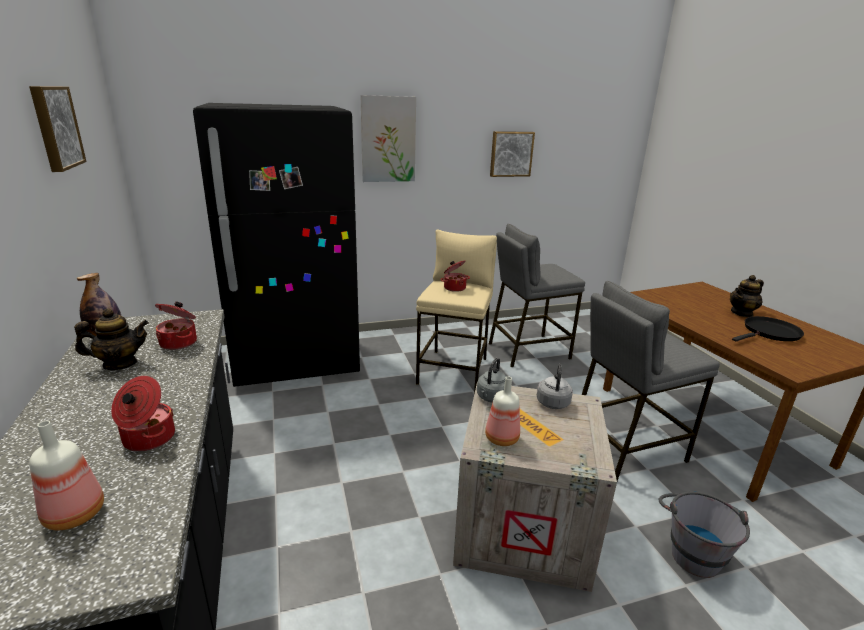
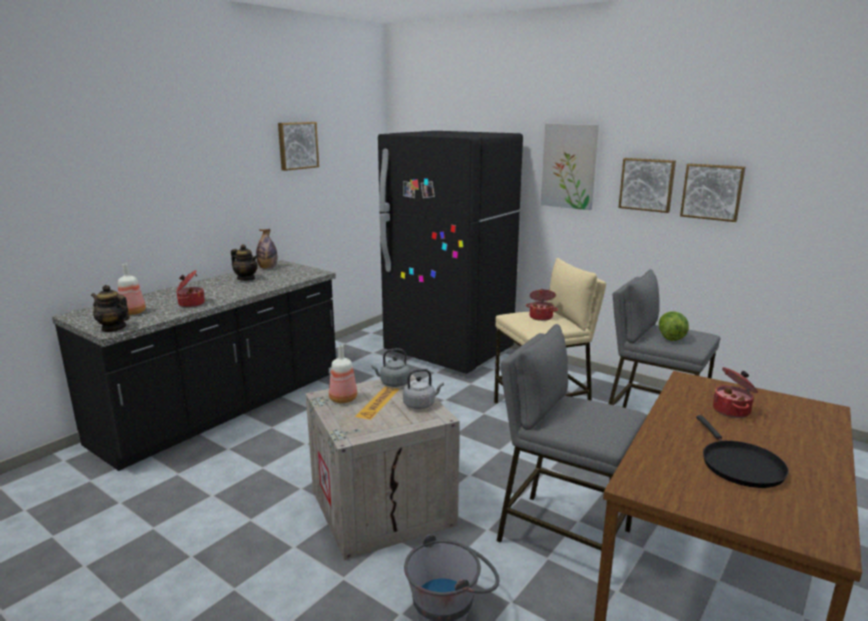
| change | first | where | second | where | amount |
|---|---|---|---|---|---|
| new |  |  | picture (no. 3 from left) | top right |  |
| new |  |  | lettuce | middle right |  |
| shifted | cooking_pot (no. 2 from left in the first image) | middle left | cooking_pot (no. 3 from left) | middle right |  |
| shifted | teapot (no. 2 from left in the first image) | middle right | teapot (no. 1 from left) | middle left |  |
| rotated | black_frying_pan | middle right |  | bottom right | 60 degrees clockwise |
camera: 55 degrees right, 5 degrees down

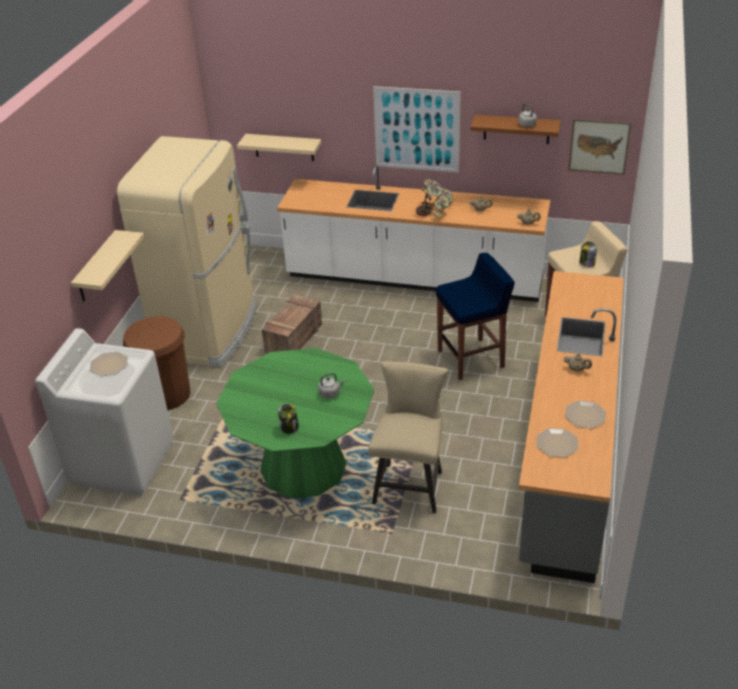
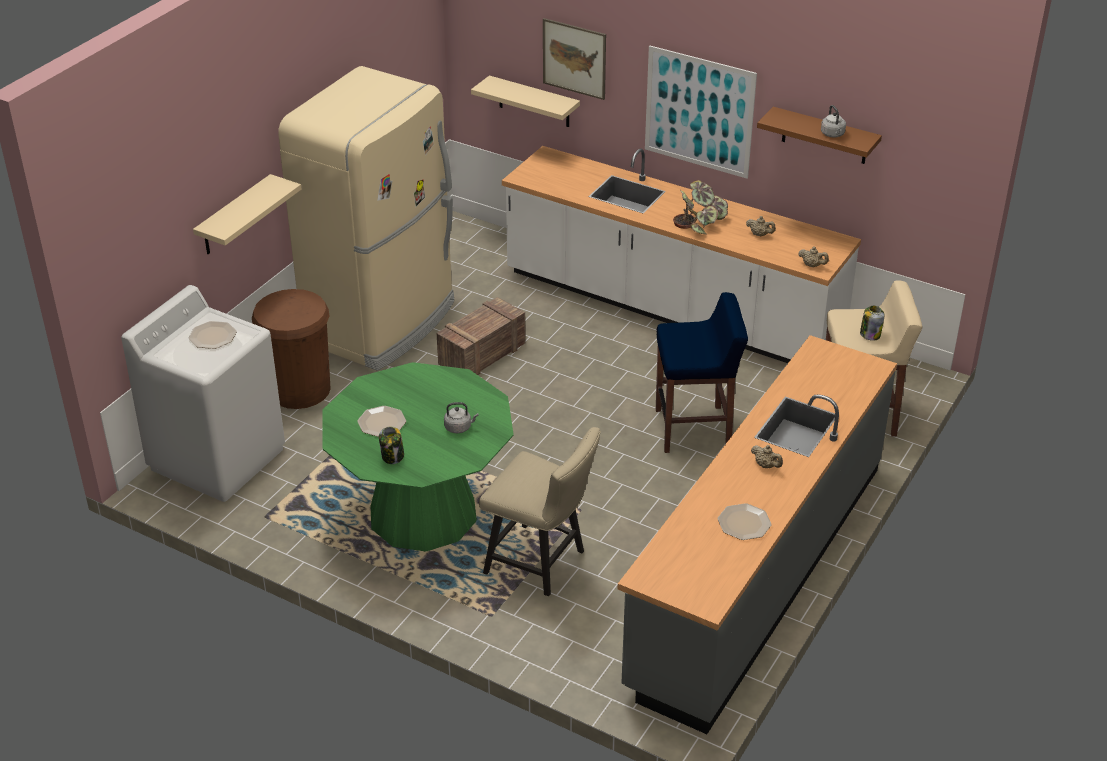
| change | first | where | second | where | amount |
|---|---|---|---|---|---|
| shifted | plate (no. 2 from left) | middle right |  | centre |  |
| shifted | picture (no. 2 from left in the first image) | top right | picture (no. 1 from left) | top centre |  |
| rotated | beige_chair | centre |  | bottom centre | 90 degrees clockwise |
camera: 15 degrees right, 0 degrees up

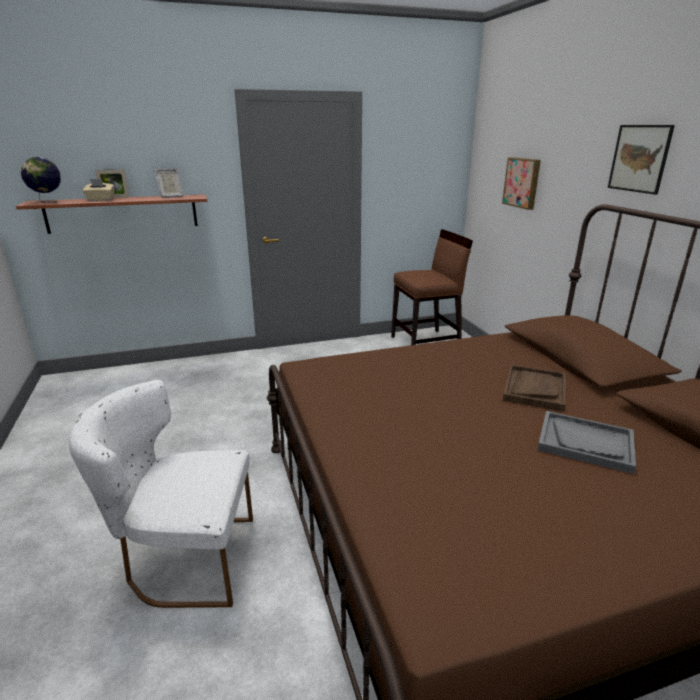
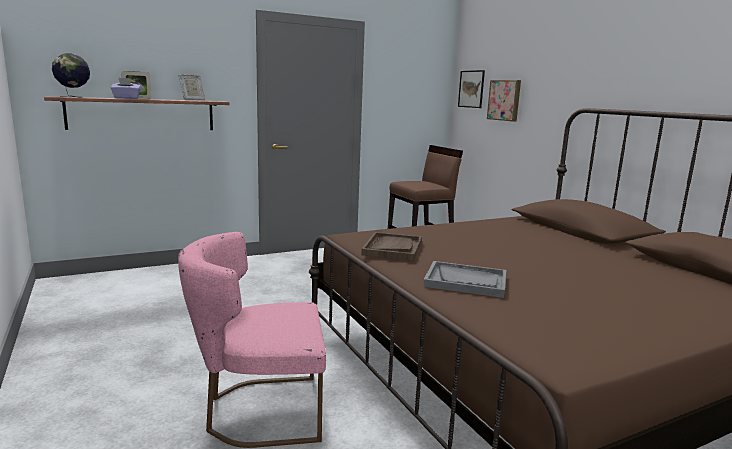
| change | first | where | second | where | amount |
|---|---|---|---|---|---|
| shifted | brown_tray | middle right |  | centre |  |
| shifted | grey_tray | middle right |  | centre |  |
| shifted | picture (no. 2 from left in the first image) | top right | picture (no. 1 from left) | top centre |  |
| repainted | white_chair | bottom left | pink_chair | bottom centre |  |
| repainted | beige_tissue_box | top left | purple_tissue_box | top left |  |
camera: 10 degrees left, 10 degrees down

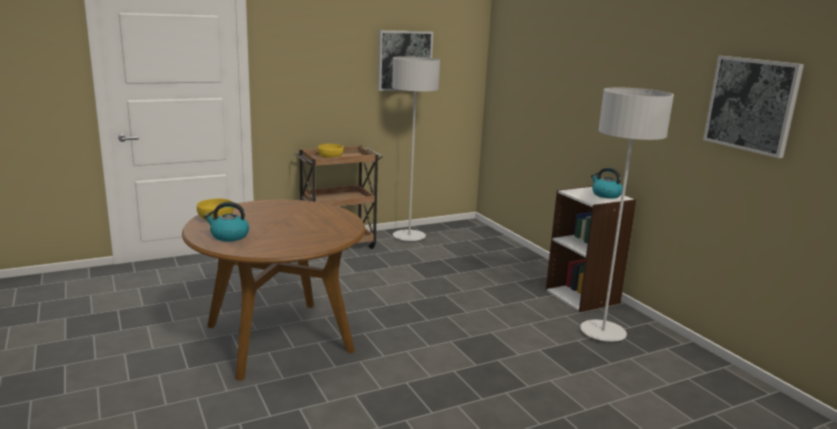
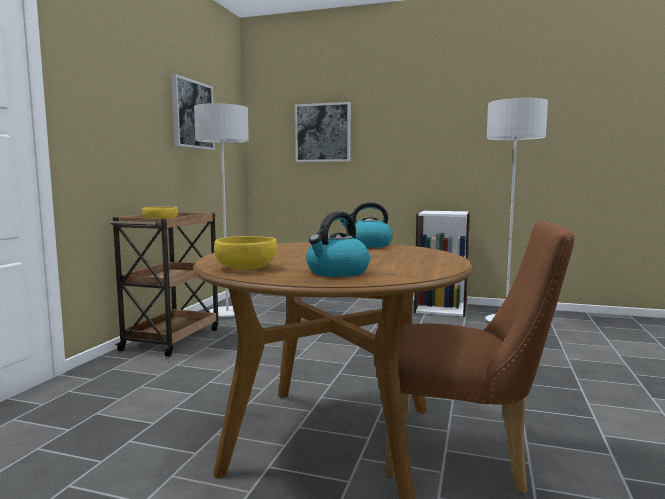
| change | first | where | second | where | amount |
|---|---|---|---|---|---|
| new |  |  | brown_chair | bottom right |  |
| shifted | kettle (no. 2 from left) | middle right |  | centre |  |
| shifted | picture (no. 2 from left) | top right |  | top centre |  |
camera: 45 degrees left, 10 degrees down

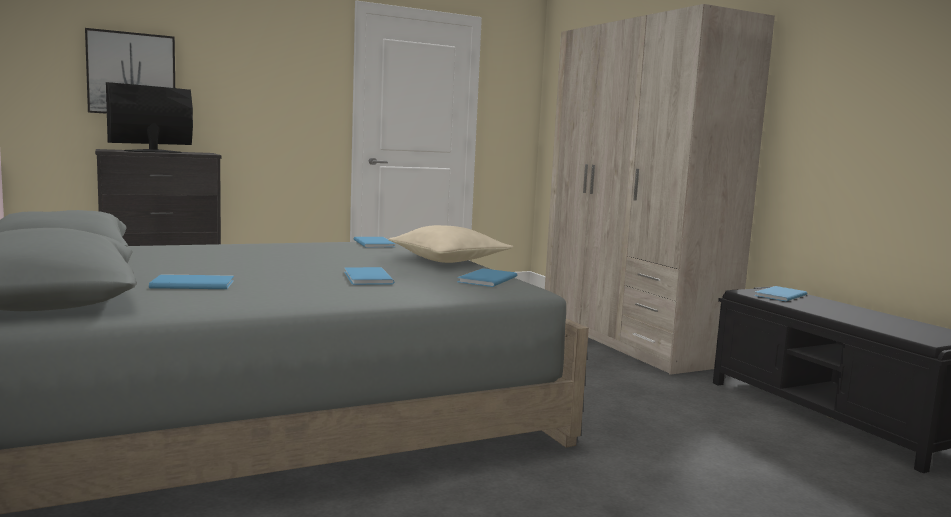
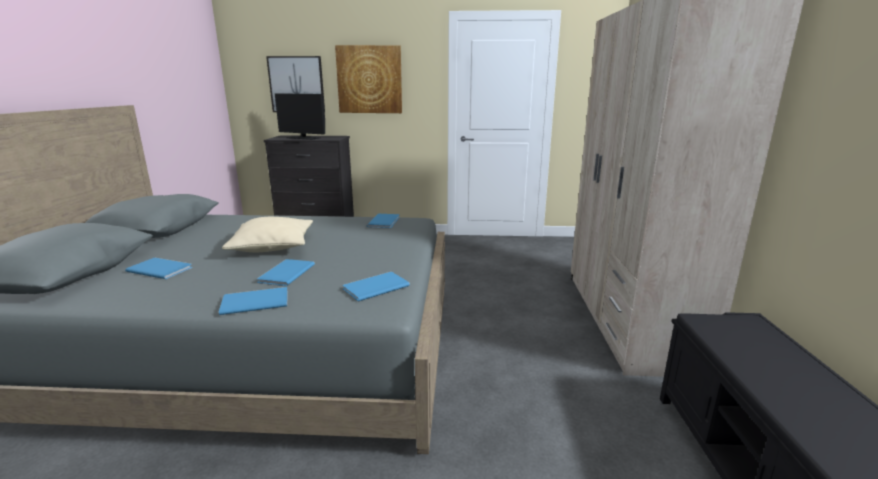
| change | first | where | second | where | amount |
|---|---|---|---|---|---|
| new |  |  | picture (no. 2 from left) | top centre |  |
| shifted | beige_pillow | centre |  | middle left |  |
| shifted | blue_book (no. 5 from left in the first image) | middle right | blue_book (no. 2 from left) | middle left |  |
| rotated | monitor | top left |  | top centre | 135 degrees counterclockwise |
camera: 30 degrees right, 10 degrees up

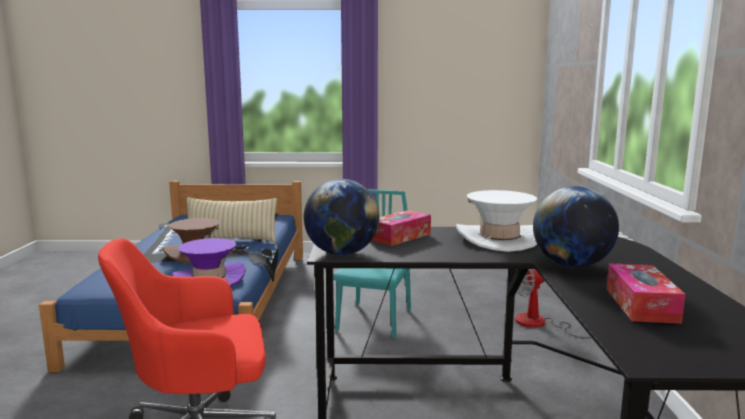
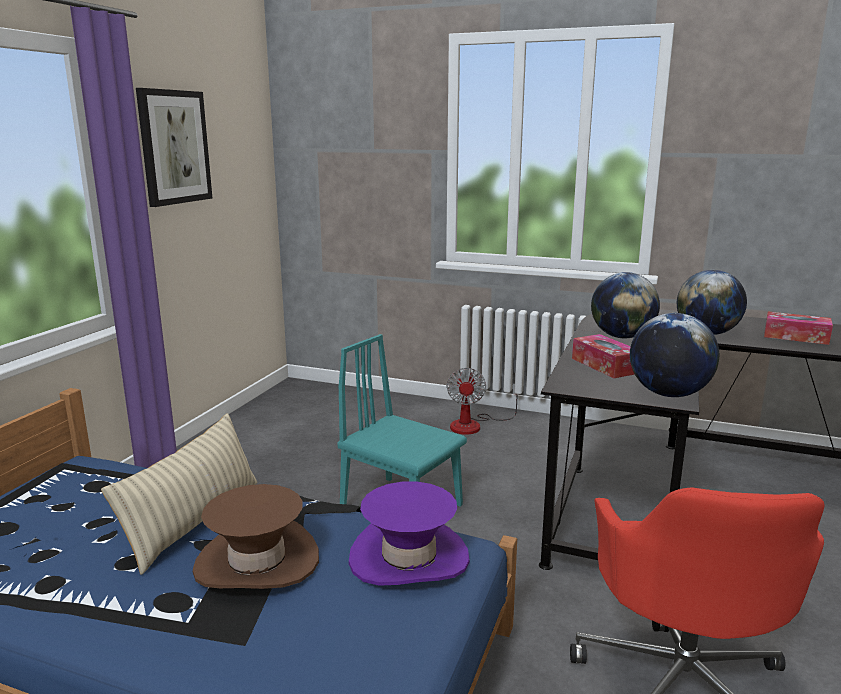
| change | first | where | second | where | amount |
|---|---|---|---|---|---|
| new |  |  | picture | top left |  |
| swapped | white_hat | centre | globe (no. 1 from left) | middle right |  |
camera: 70 degrees left, 5 degrees up

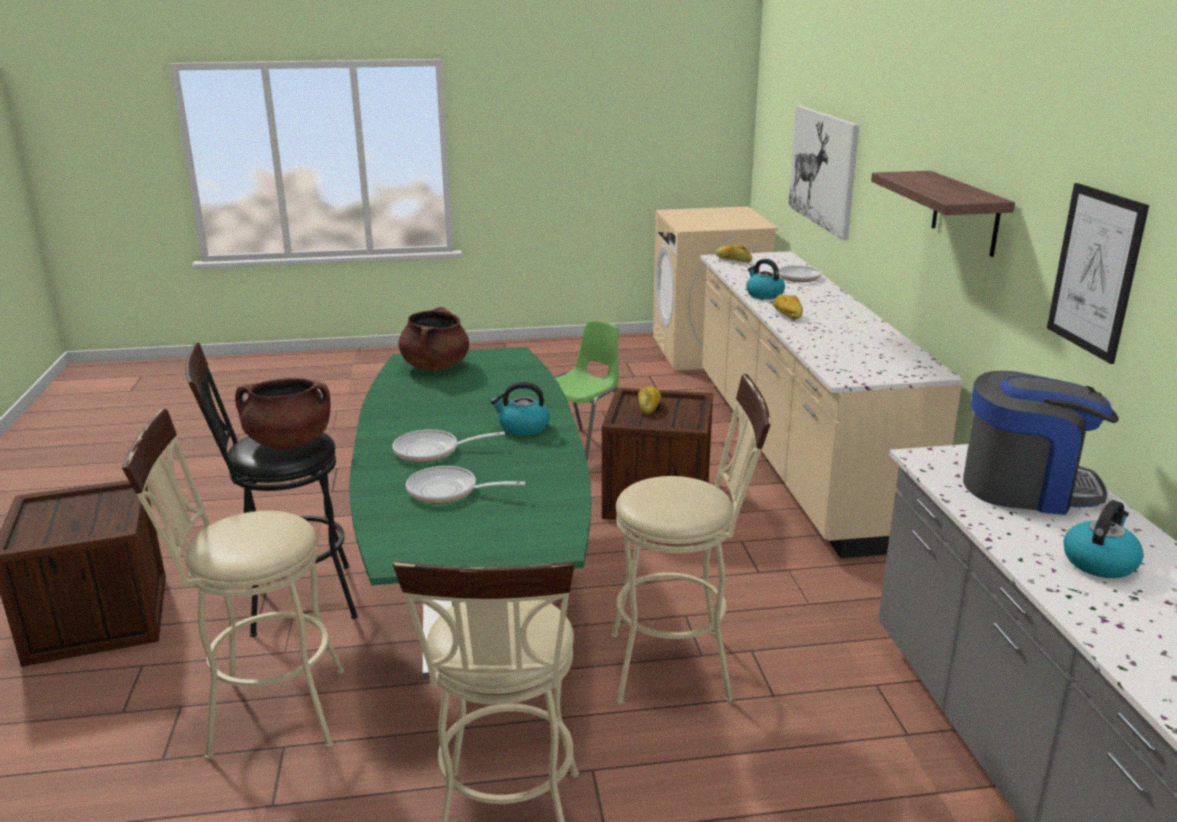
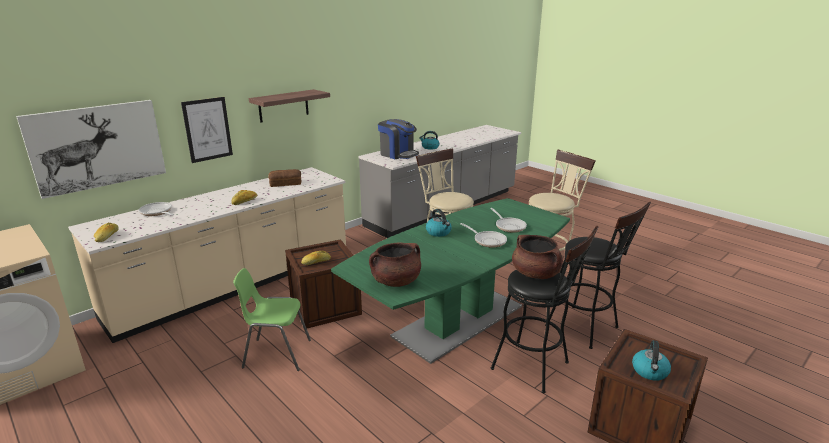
| change | first | where | second | where | amount |
|---|---|---|---|---|---|
| new |  |  | bread (no. 3 from left) | centre |  |
| shifted | kettle (no. 2 from left in the first image) | centre | kettle (no. 3 from left) | bottom right |  |
| shifted | picture (no. 2 from left) | top right |  | top left |  |
| repainted | beige_stool (no. 1 from left) | bottom left | black_stool (no. 2 from left) | middle right |  |
| rotated | coffee_machine | middle right |  | top centre | 150 degrees clockwise |
camera: 125 degrees left, 0 degrees up

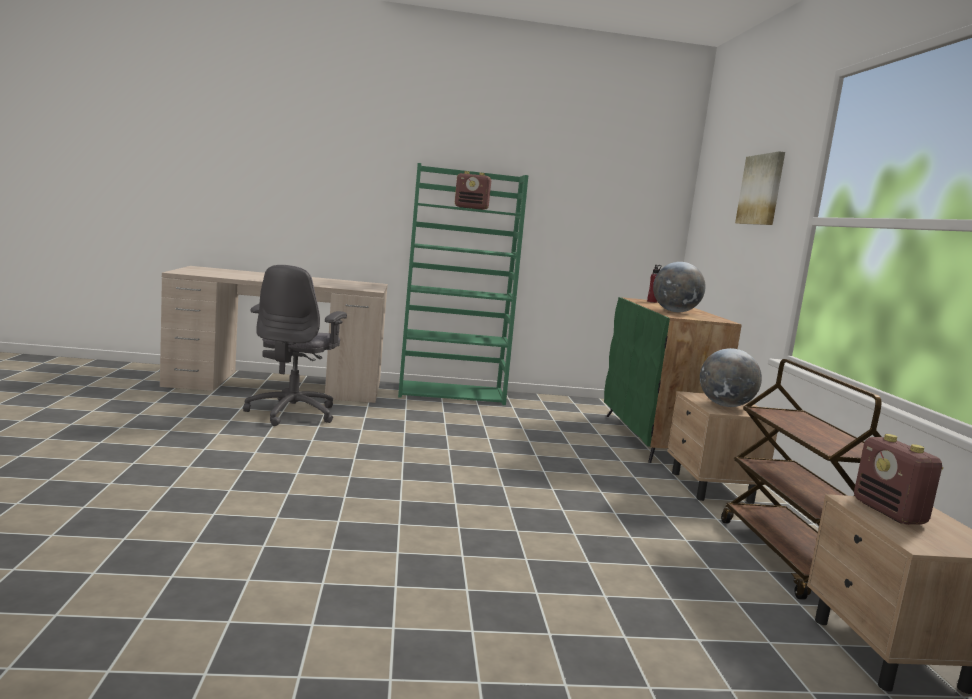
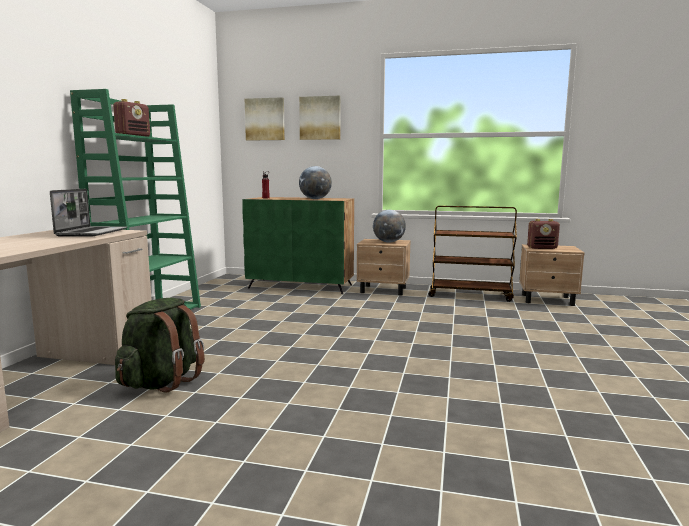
| change | first | where | second | where | amount |
|---|---|---|---|---|---|
| new |  |  | laptop | middle left |  |
| new |  |  | picture (no. 1 from left) | top centre |  |
| swapped | grey_office_chair | middle left | green_backpack | middle left |  |
camera: 70 degrees left, 0 degrees up

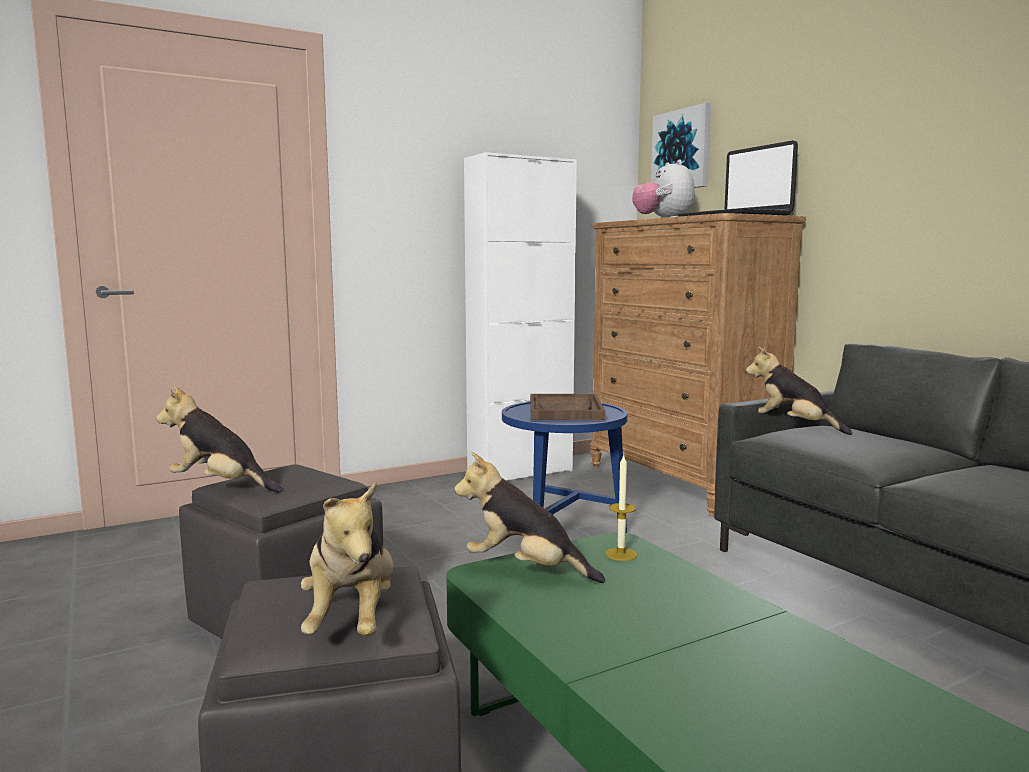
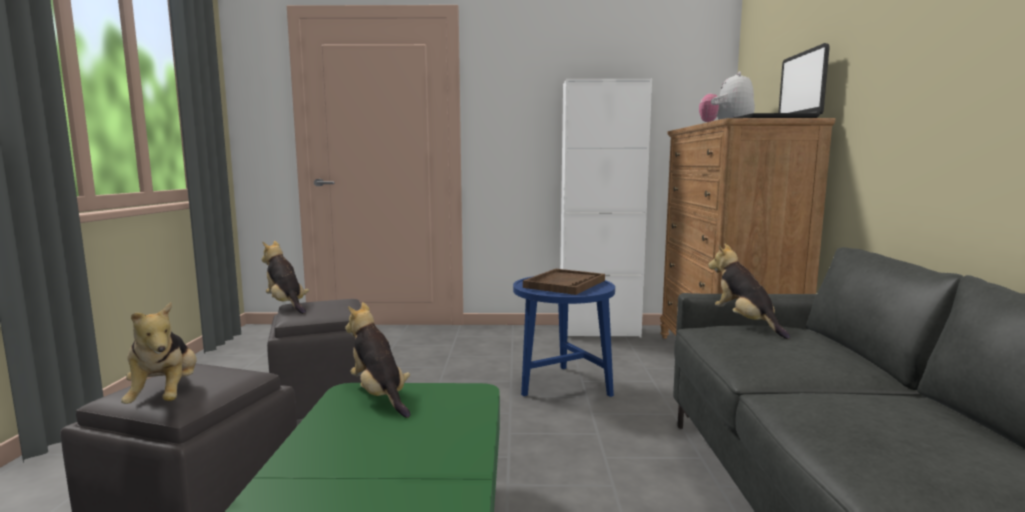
| change | first | where | second | where | amount |
|---|---|---|---|---|---|
| gone | candle | centre |  |  |  |
| gone | picture | top centre |  |  |  |
| rotated | plush_toy (no. 2 from left in the first image) | bottom centre | plush_toy (no. 1 from left) | bottom left | 45 degrees counterclockwise |
camera: 30 degrees right, 0 degrees up

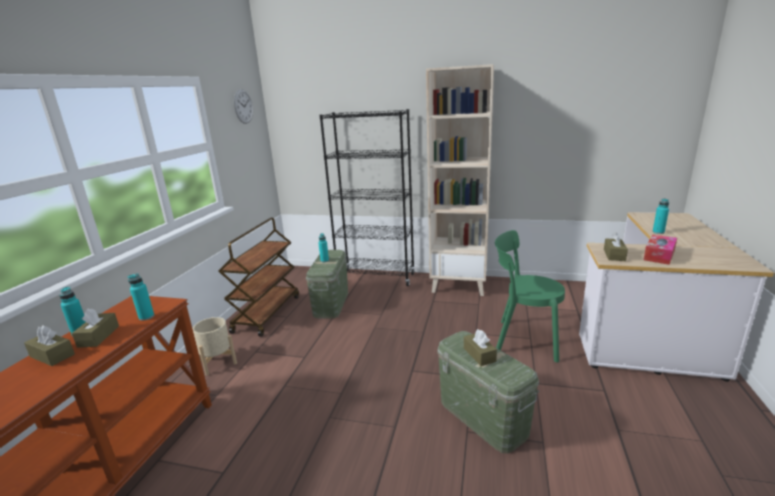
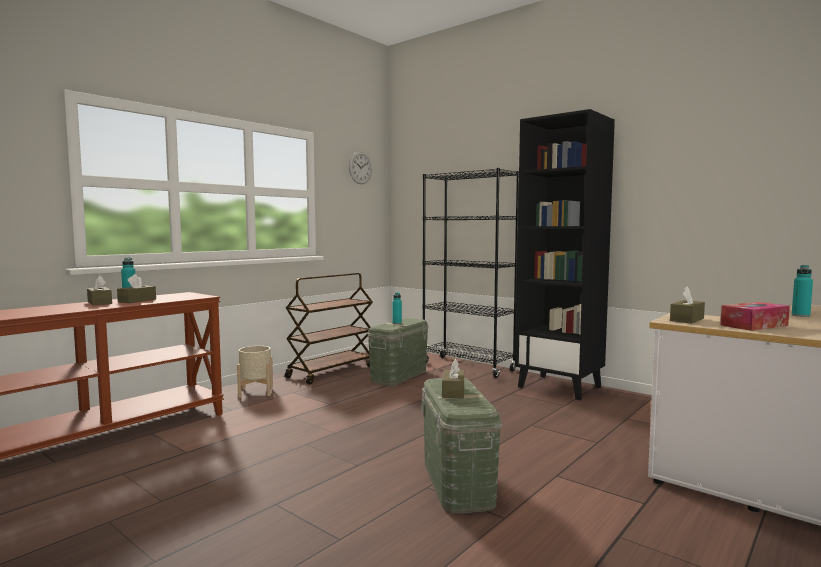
| change | first | where | second | where | amount |
|---|---|---|---|---|---|
| gone | turquoise_bottle (no. 2 from left) | middle left |  |  |  |
| gone | green_chair | middle right |  |  |  |
| repainted | beige_bookcase | centre | black_bookcase (no. 2 from left) | middle right |  |
camera: 25 degrees right, 15 degrees down

